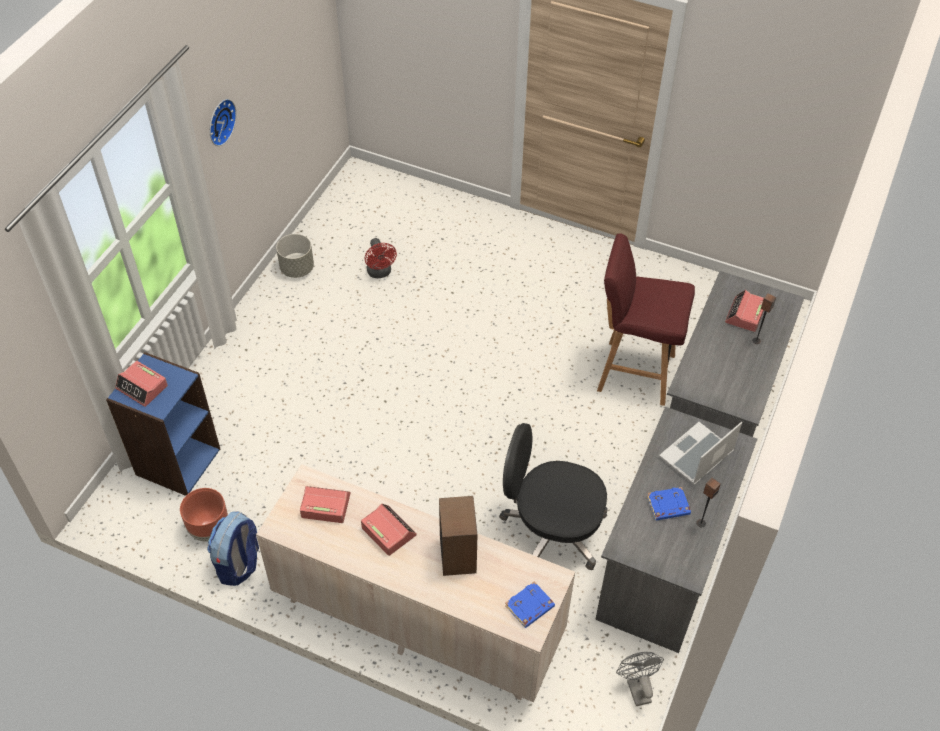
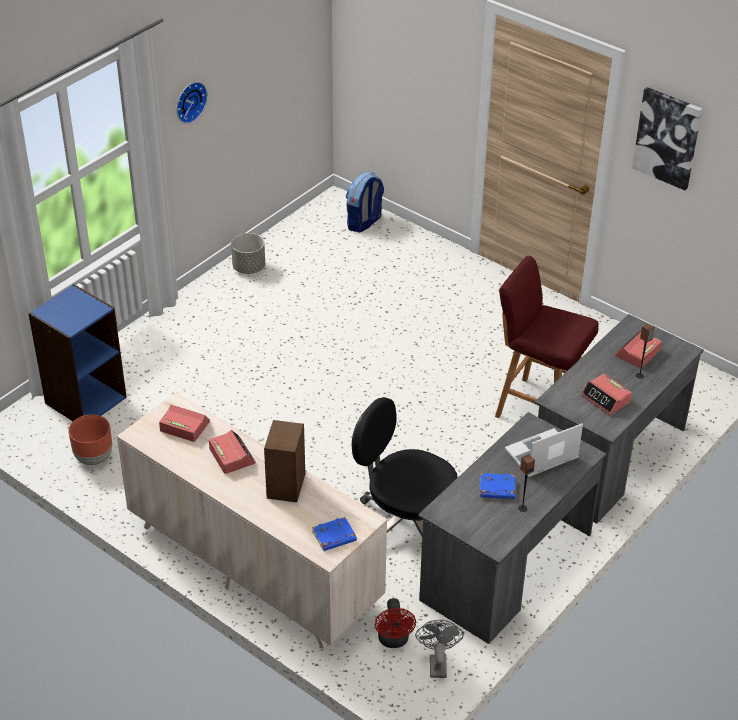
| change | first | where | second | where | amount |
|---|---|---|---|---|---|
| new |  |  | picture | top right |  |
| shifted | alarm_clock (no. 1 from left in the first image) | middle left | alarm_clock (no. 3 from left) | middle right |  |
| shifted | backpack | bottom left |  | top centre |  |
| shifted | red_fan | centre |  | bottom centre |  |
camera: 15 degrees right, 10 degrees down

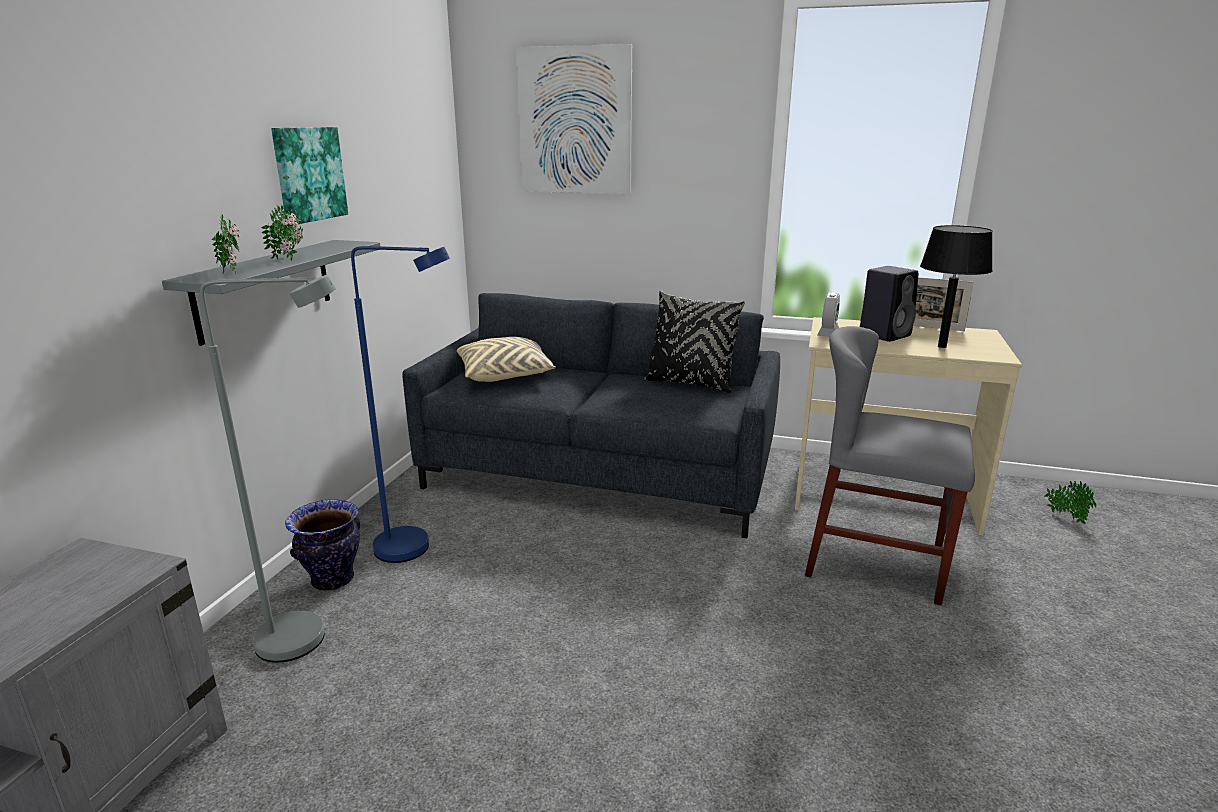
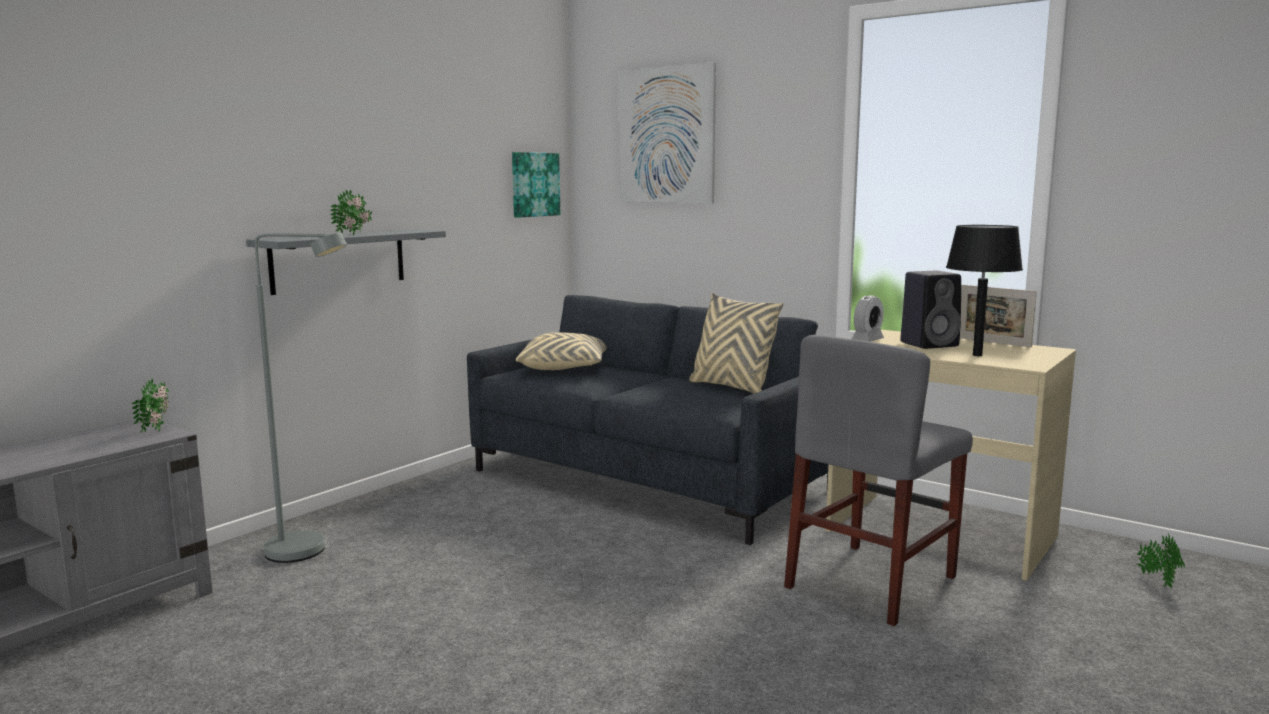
| change | first | where | second | where | amount |
|---|---|---|---|---|---|
| gone | vase | bottom left |  |  |  |
| gone | blue_floor_lamp | middle left |  |  |  |
| shifted | potted_plant (no. 1 from left) | top left |  | middle left |  |
| shifted | picture (no. 1 from left) | top left |  | top centre |  |
| repainted | black_pillow | centre | beige_pillow (no. 2 from left) | centre |  |
| rotated | grey_chair | middle right |  | bottom right | 90 degrees counterclockwise |
camera: 20 degrees right, 10 degrees down

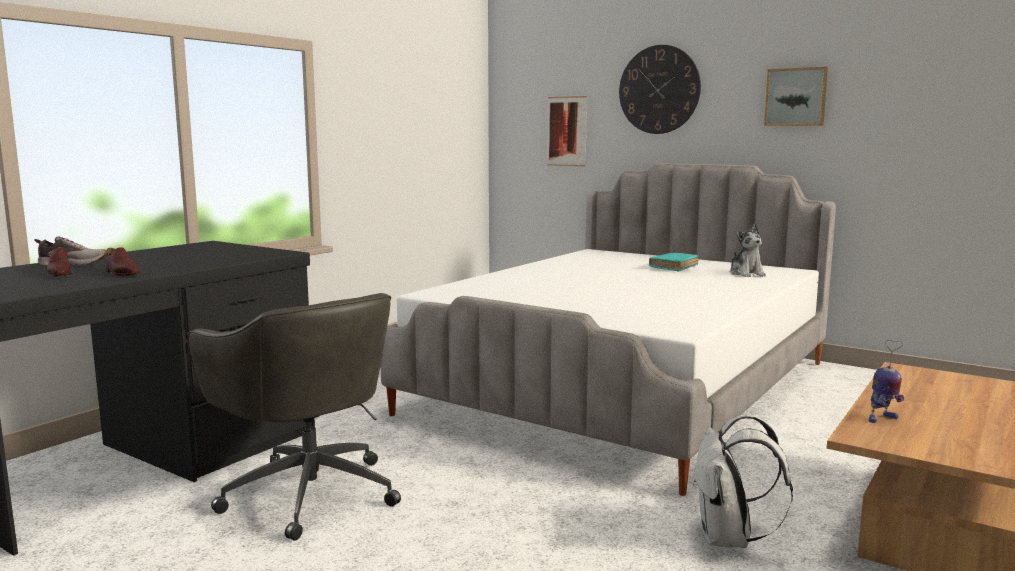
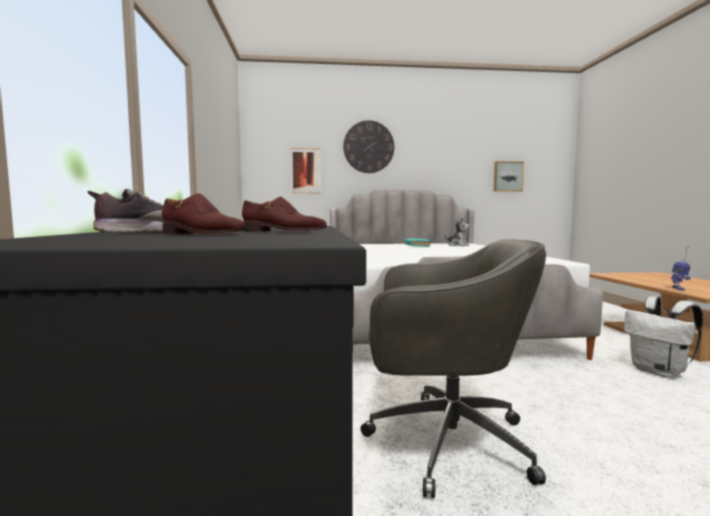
| change | first | where | second | where | amount |
|---|---|---|---|---|---|
| shifted | picture (no. 2 from left) | top right |  | middle right |  |
camera: 40 degrees left, 5 degrees down

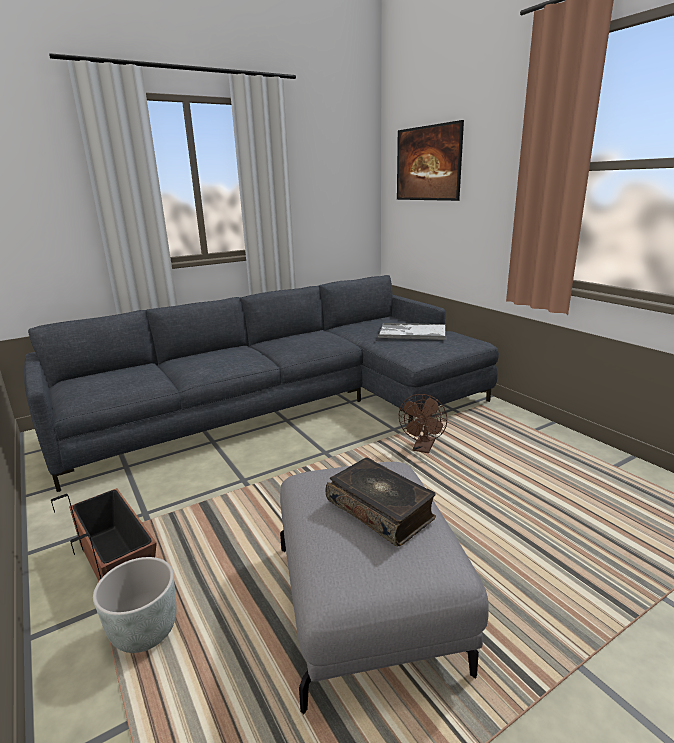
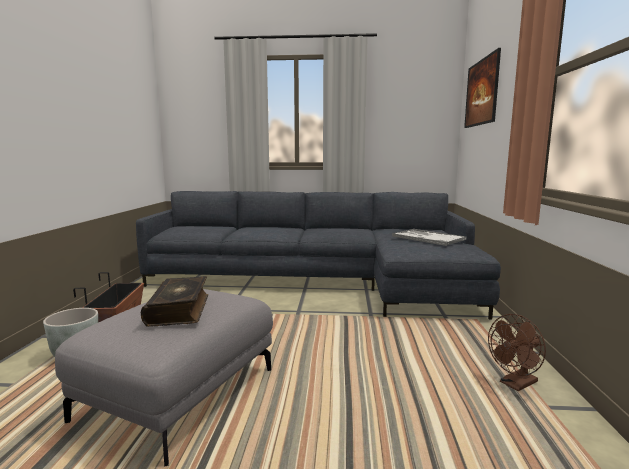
| change | first | where | second | where | amount |
|---|---|---|---|---|---|
| shifted | brown_fan | centre |  | bottom right |  |
camera: 35 degrees right, 10 degrees down

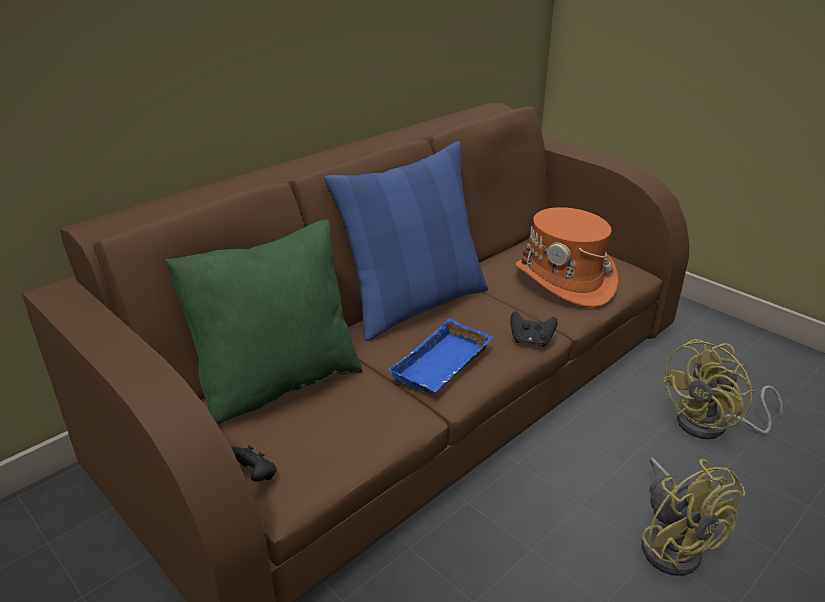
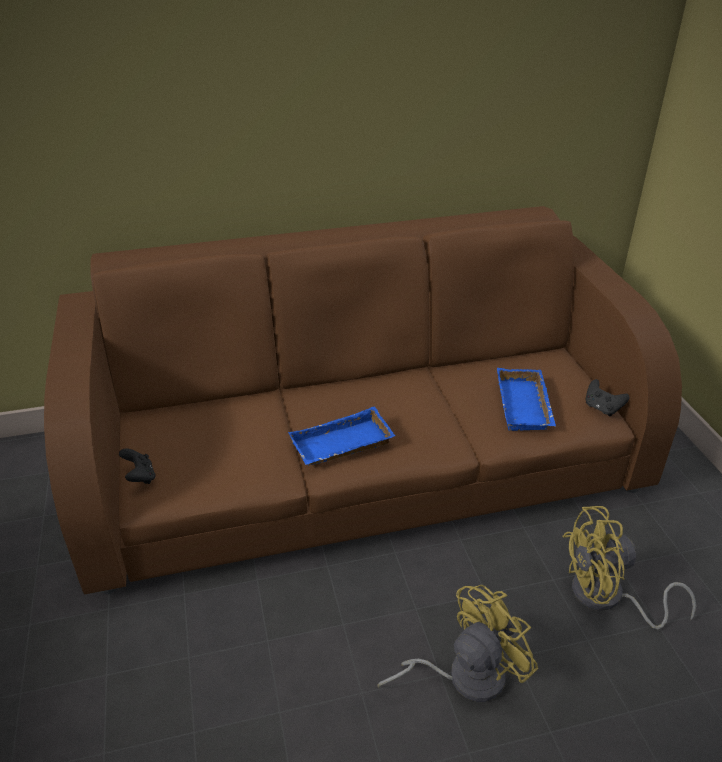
| change | first | where | second | where | amount |
|---|---|---|---|---|---|
| gone | green_pillow | middle left |  |  |  |
| gone | blue_pillow | centre |  |  |  |
| shifted | black_game_controller (no. 2 from left) | centre |  | middle right |  |
| swapped | orange_hat | middle right | blue_tray (no. 2 from left) | middle right |  |
| rotated | yellow_fan (no. 1 from left) | bottom right |  | bottom centre | 135 degrees counterclockwise |
camera: 30 degrees right, 5 degrees up

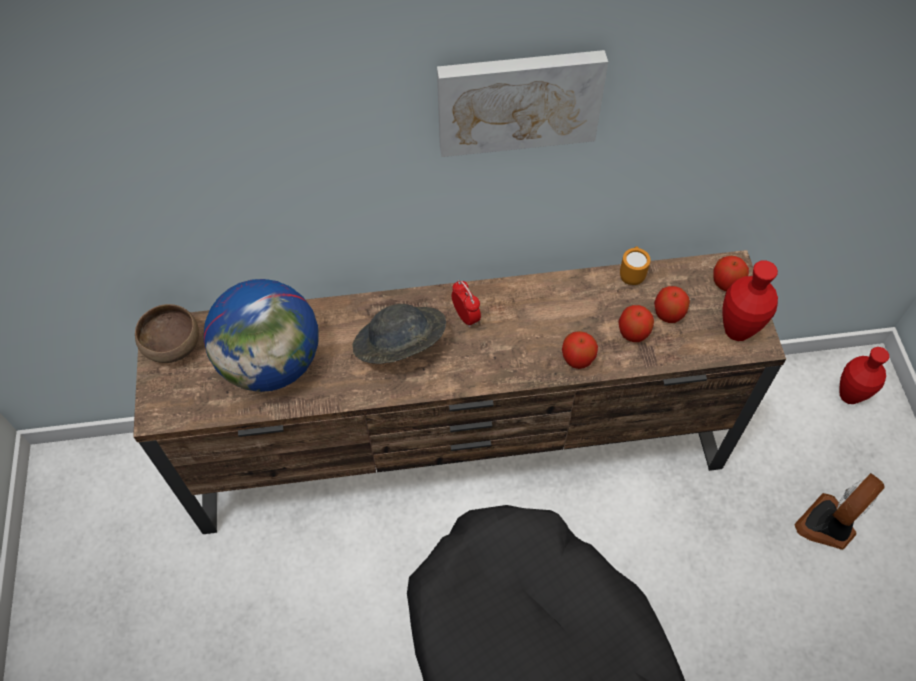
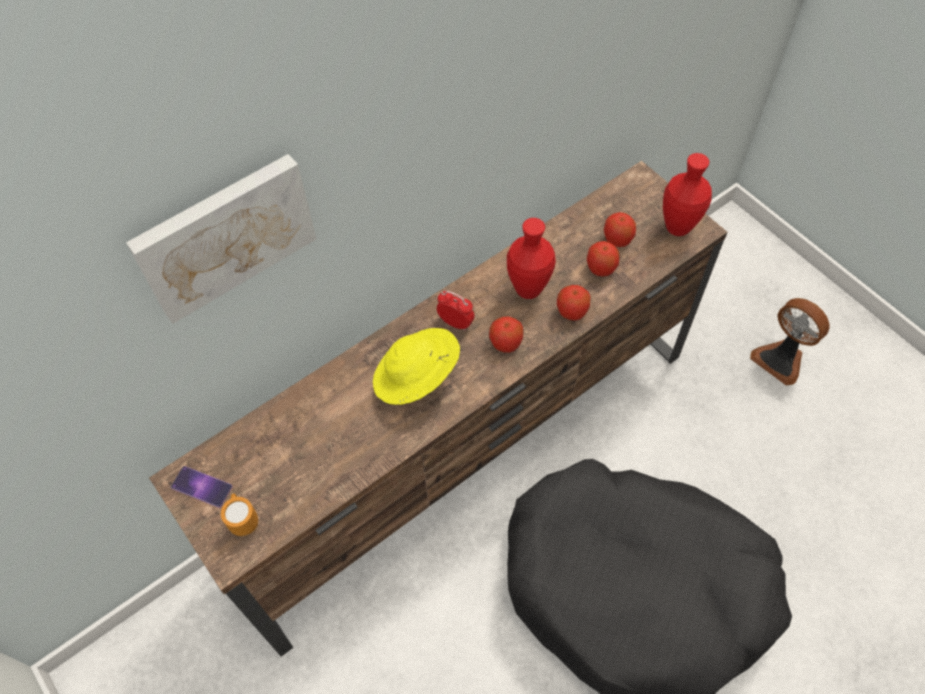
| change | first | where | second | where | amount |
|---|---|---|---|---|---|
| gone | globe | middle left |  |  |  |
| shifted | picture | top centre |  | middle left |  |
| shifted | orange_mug | middle right |  | bottom left |  |
| shifted | apple (no. 4 from left in the first image) | middle right | apple (no. 1 from left) | centre |  |
| shifted | red_vase (no. 2 from left in the first image) | middle right | red_vase (no. 1 from left) | centre |  |
| swapped | brown_bowl | middle left | phone | bottom left |  |
| repainted | grey_hat | centre | yellow_hat | centre |  |
| rotated | fan | bottom right |  | middle right | 60 degrees counterclockwise |
camera: 30 degrees left, 0 degrees up

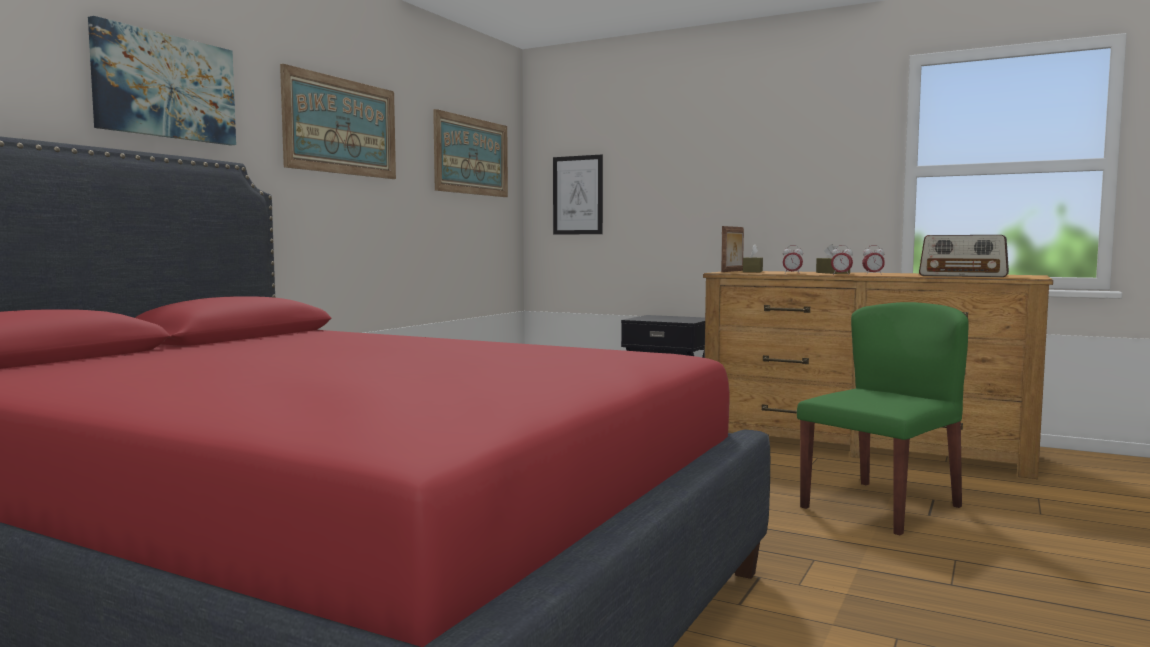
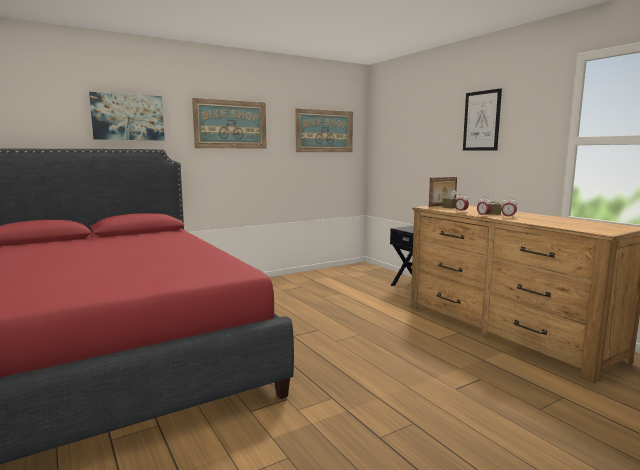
| change | first | where | second | where | amount |
|---|---|---|---|---|---|
| gone | green_chair | middle right |  |  |  |
| gone | radio | middle right |  |  |  |
| shifted | picture (no. 4 from left) | top centre |  | top right |  |
camera: 30 degrees right, 5 degrees up

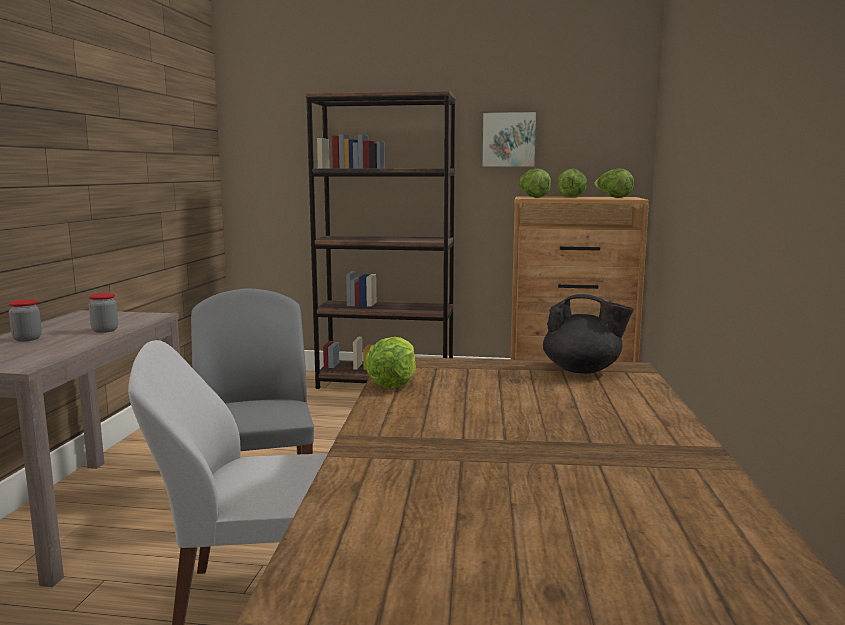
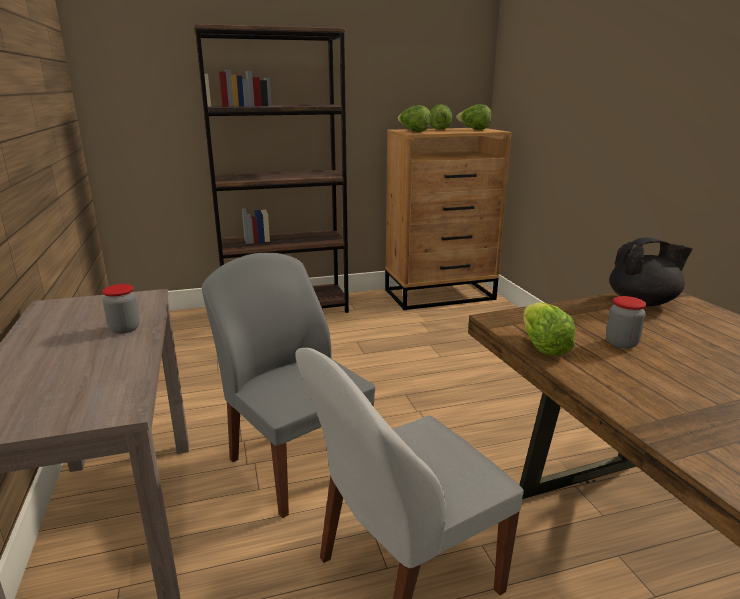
| change | first | where | second | where | amount |
|---|---|---|---|---|---|
| gone | picture | top centre |  |  |  |
| shifted | jar (no. 1 from left in the first image) | middle left | jar (no. 2 from left) | middle right |  |
camera: 25 degrees left, 10 degrees up

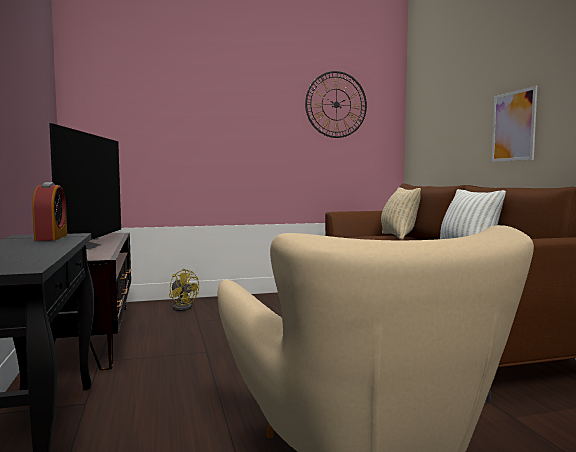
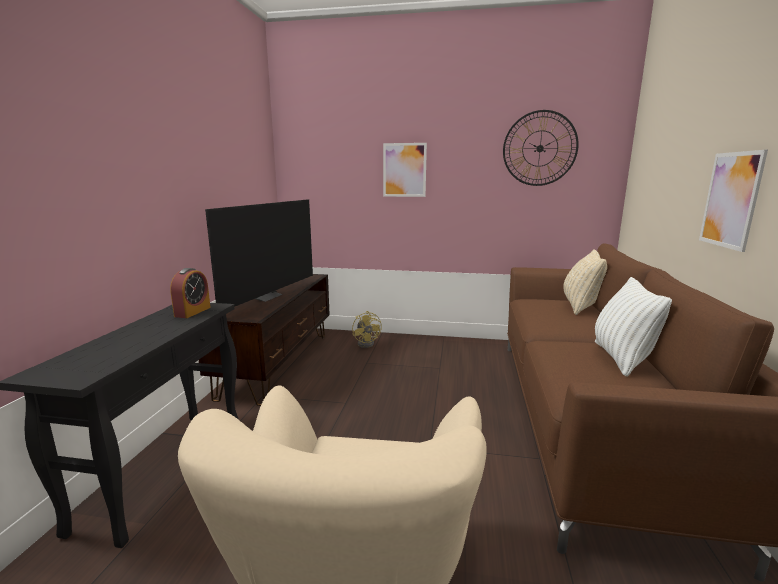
| change | first | where | second | where | amount |
|---|---|---|---|---|---|
| new |  |  | picture (no. 1 from left) | top centre |  |
camera: 25 degrees right, 10 degrees up

